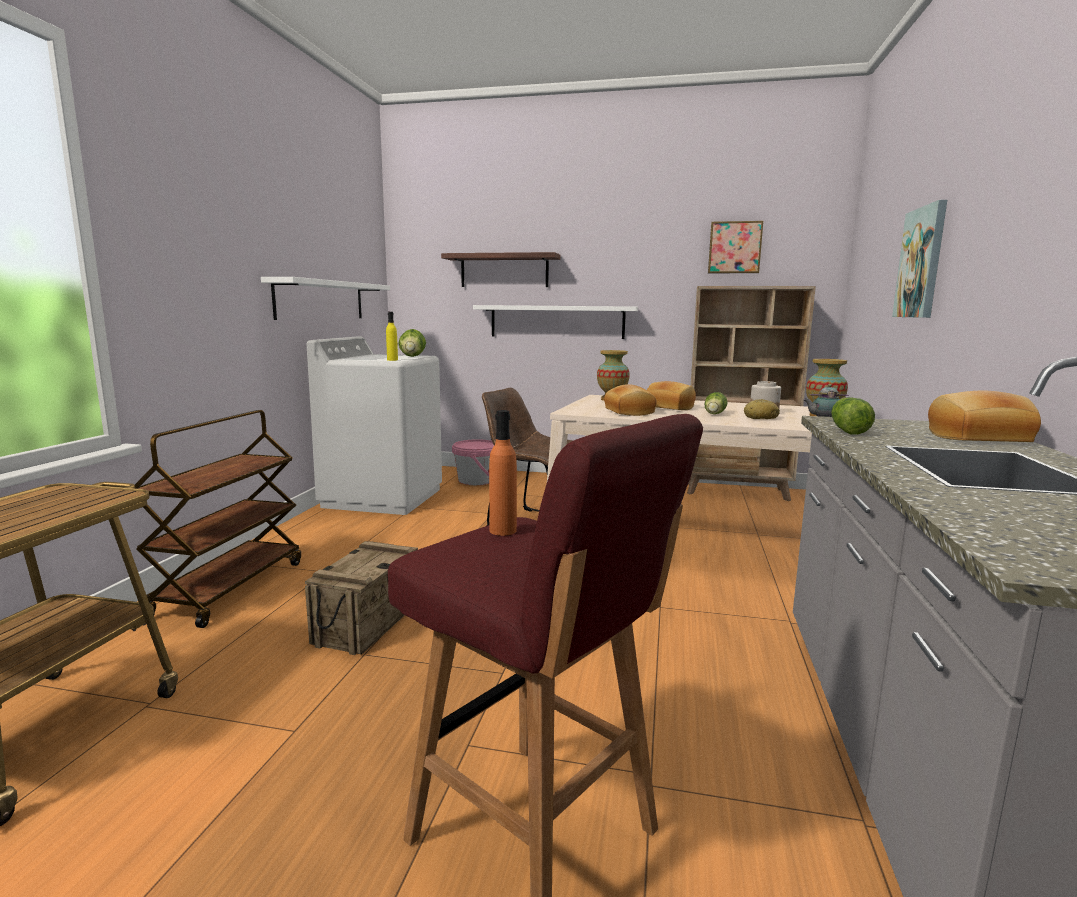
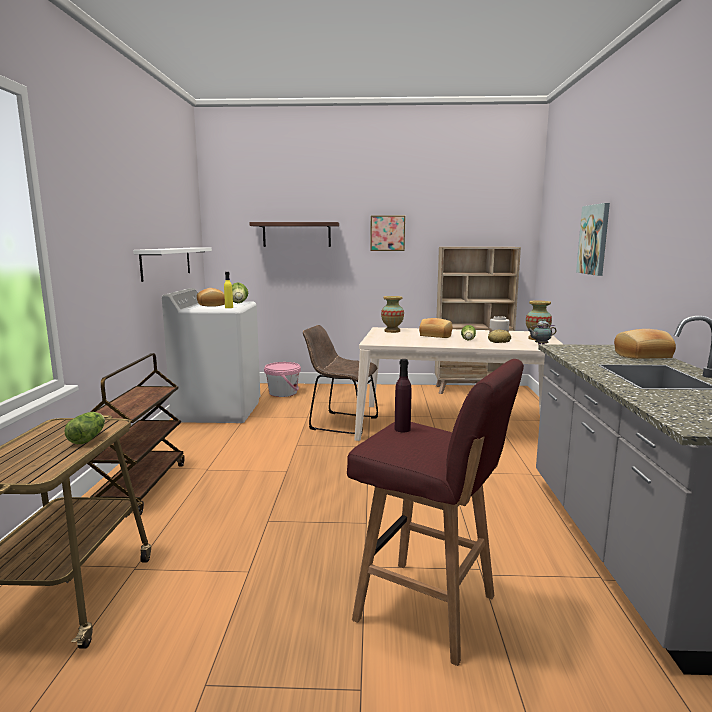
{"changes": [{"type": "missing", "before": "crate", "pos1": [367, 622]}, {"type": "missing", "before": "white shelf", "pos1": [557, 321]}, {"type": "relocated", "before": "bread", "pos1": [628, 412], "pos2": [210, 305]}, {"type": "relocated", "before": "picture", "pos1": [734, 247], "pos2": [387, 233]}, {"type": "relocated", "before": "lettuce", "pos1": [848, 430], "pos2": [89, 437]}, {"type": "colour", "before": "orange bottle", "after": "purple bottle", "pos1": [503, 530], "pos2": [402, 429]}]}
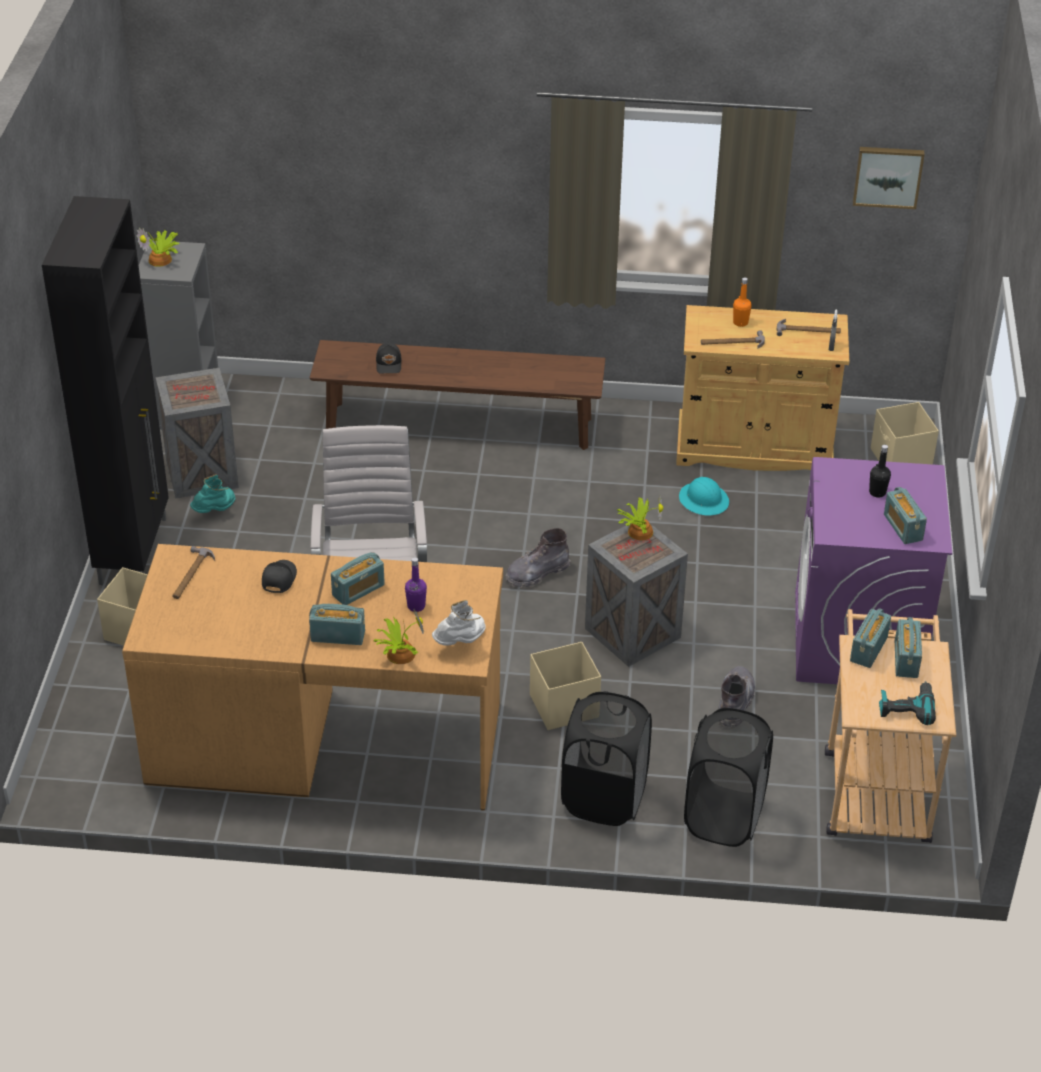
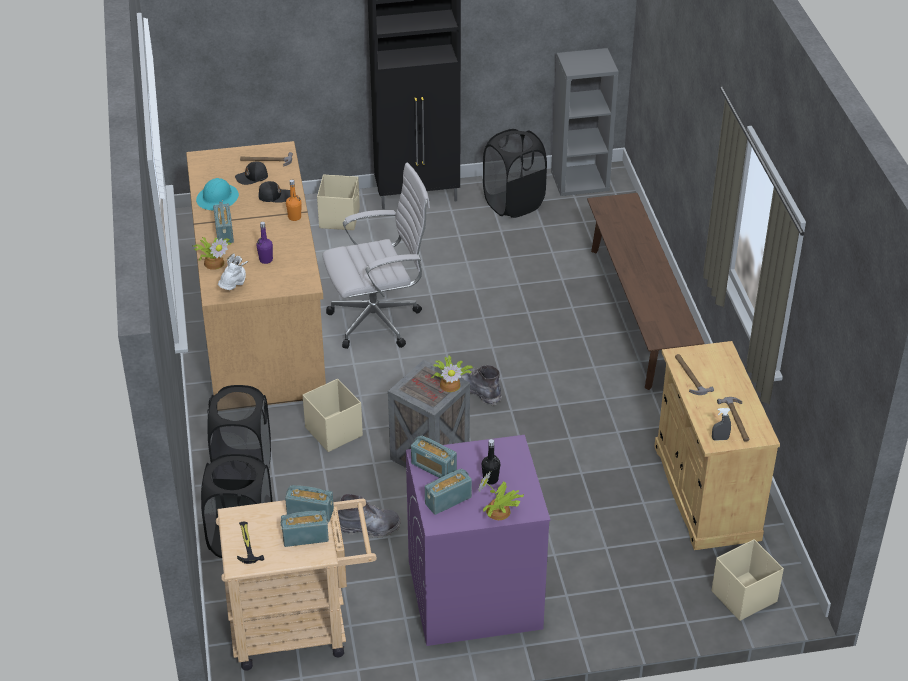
{"changes": [{"type": "missing", "before": "turquoise boot", "pos1": [215, 510]}, {"type": "missing", "before": "picture", "pos1": [887, 176]}, {"type": "relocated", "before": "potted plant", "pos1": [161, 260], "pos2": [499, 512]}, {"type": "relocated", "before": "radio", "pos1": [358, 590], "pos2": [433, 467]}, {"type": "relocated", "before": "black cap", "pos1": [389, 364], "pos2": [252, 177]}, {"type": "relocated", "before": "turquoise hard hat", "pos1": [704, 500], "pos2": [218, 198]}, {"type": "relocated", "before": "orange bottle", "pos1": [740, 322], "pos2": [294, 217]}, {"type": "exchanged", "before": "crate", "after": "black laundry basket", "pos1": [200, 473], "pos2": [513, 203]}, {"type": "exchanged", "before": "power drill", "after": "hammer", "pos1": [906, 707], "pos2": [247, 543]}, {"type": "spun", "before": "white boot", "pos1": [461, 642], "pos2": [234, 287], "turn": -105}]}
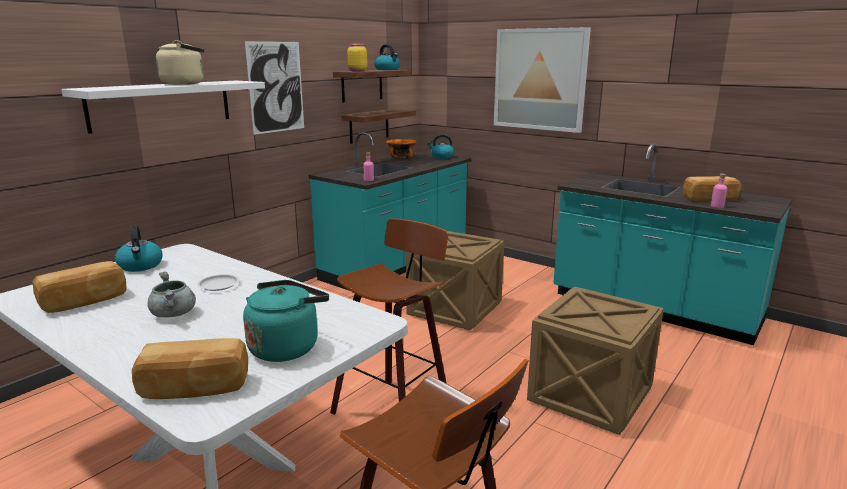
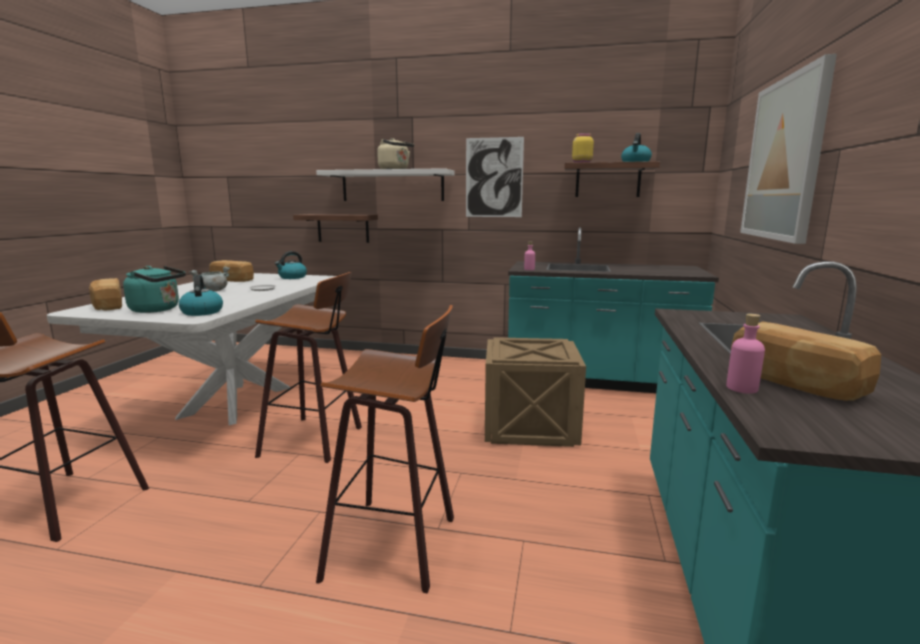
{"changes": [{"type": "missing", "before": "orange bowl", "pos1": [401, 157]}, {"type": "relocated", "before": "shelf", "pos1": [369, 126], "pos2": [343, 228]}, {"type": "relocated", "before": "kettle", "pos1": [441, 157], "pos2": [202, 312]}, {"type": "exchanged", "before": "crate", "after": "stool", "pos1": [591, 394], "pos2": [397, 544]}]}
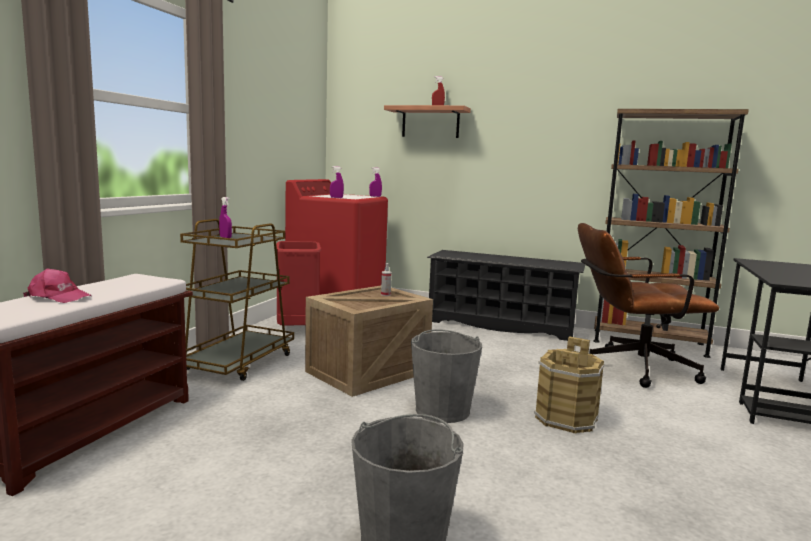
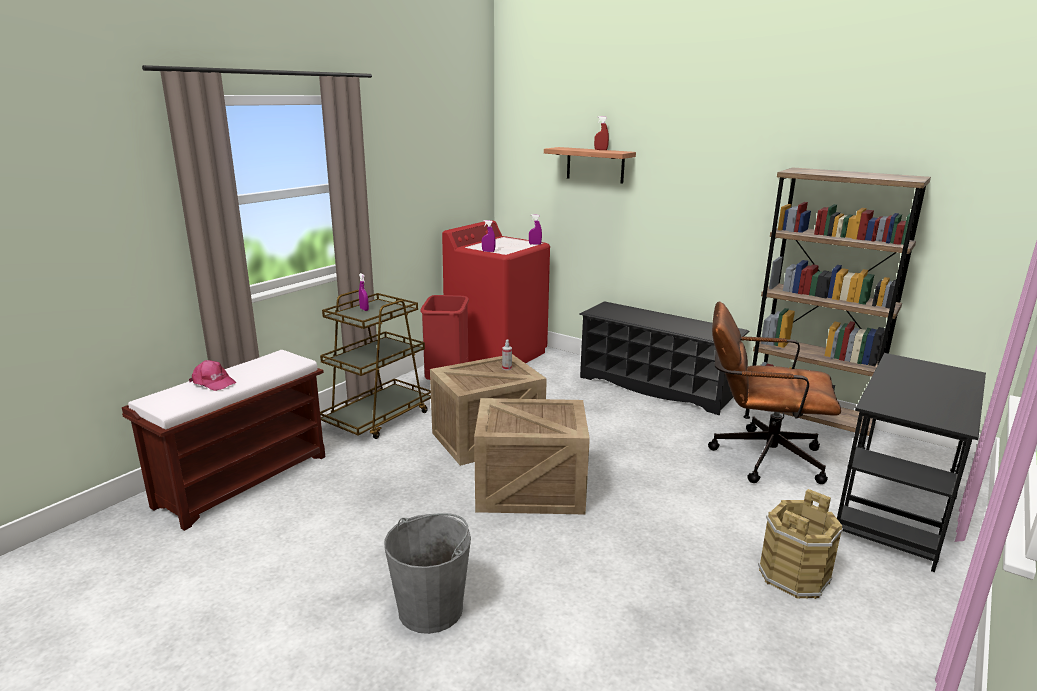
{"changes": [{"type": "relocated", "before": "brown bucket", "pos1": [566, 419], "pos2": [794, 576]}, {"type": "exchanged", "before": "grey bucket", "after": "crate", "pos1": [442, 410], "pos2": [532, 489]}]}
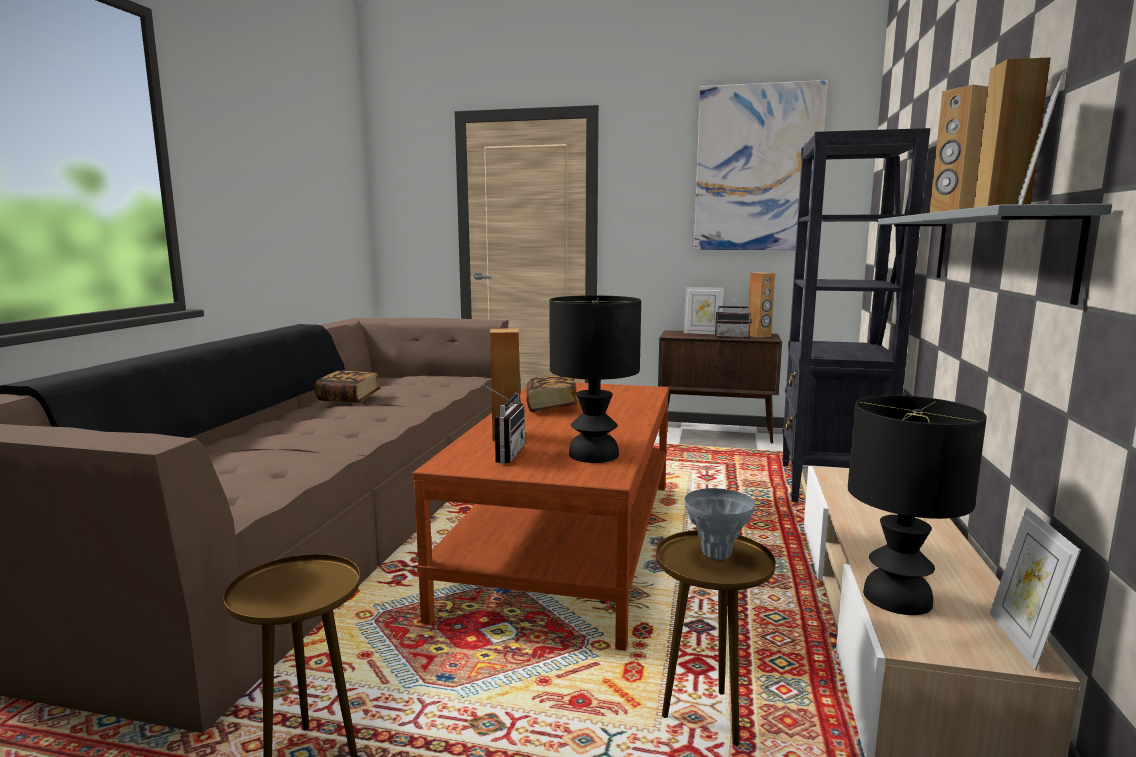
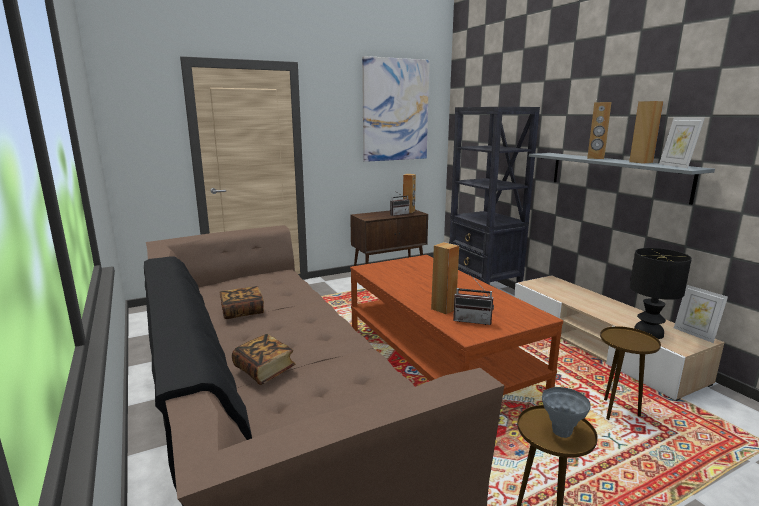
{"changes": [{"type": "missing", "before": "black table lamp", "pos1": [593, 454]}, {"type": "missing", "before": "picture frame", "pos1": [702, 333]}, {"type": "relocated", "before": "book", "pos1": [551, 407], "pos2": [264, 370]}, {"type": "relocated", "before": "grey vase", "pos1": [716, 554], "pos2": [561, 432]}, {"type": "spun", "before": "radio", "pos1": [503, 454], "pos2": [473, 320], "turn": 135}]}
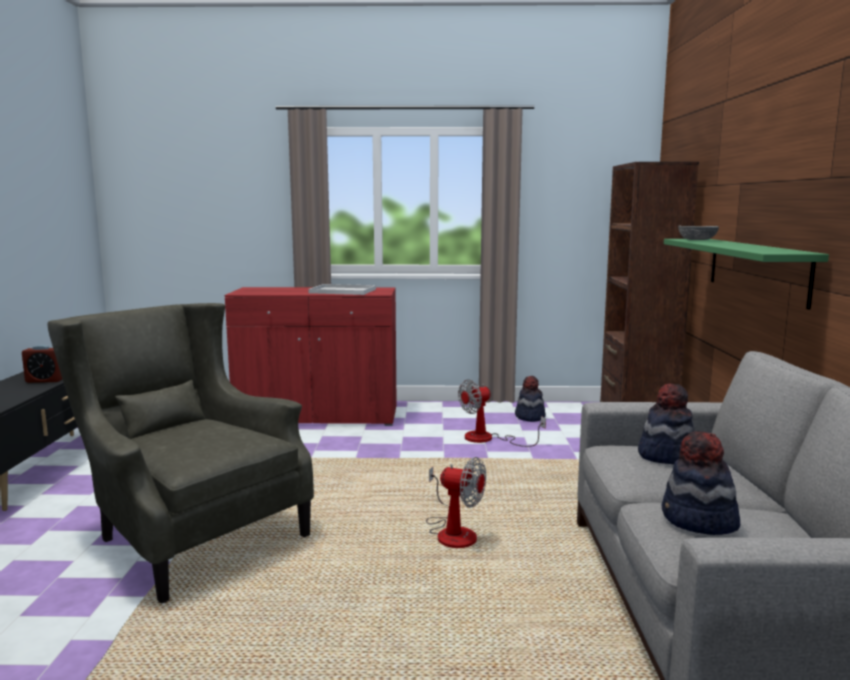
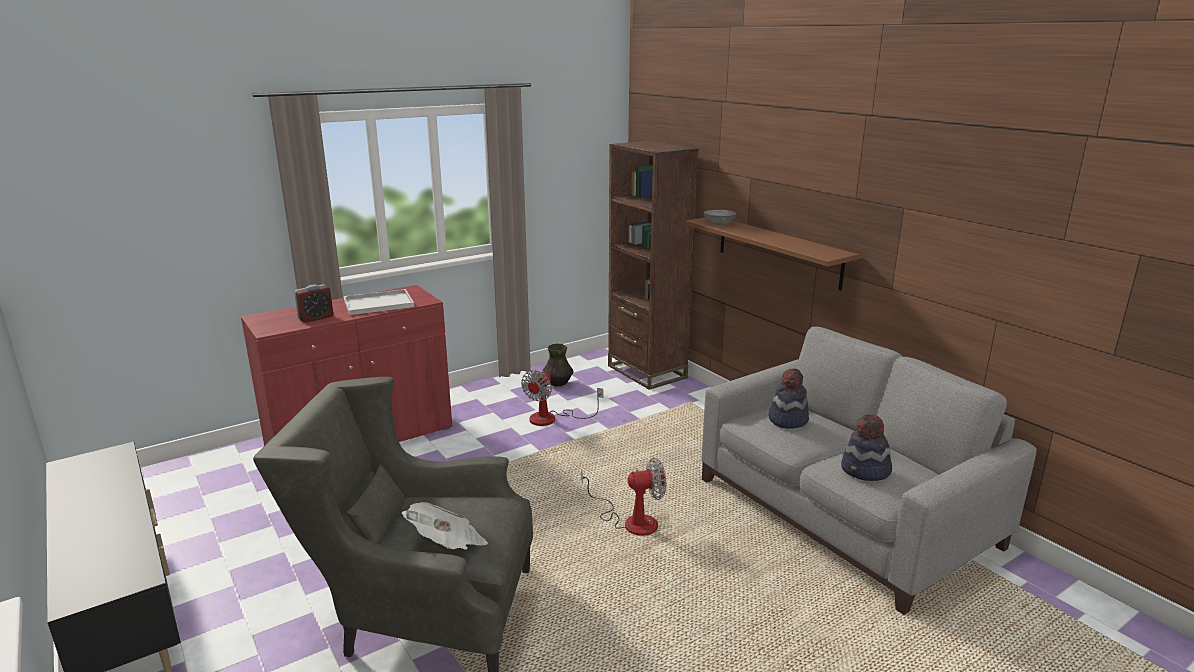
{"changes": [{"type": "appeared", "after": "newspaper", "pos2": [447, 544]}, {"type": "relocated", "before": "alarm clock", "pos1": [45, 380], "pos2": [316, 318]}, {"type": "exchanged", "before": "hat", "after": "vase", "pos1": [529, 417], "pos2": [557, 383]}, {"type": "colour", "before": "green shelf", "after": "brown shelf", "pos1": [756, 269], "pos2": [778, 251]}]}
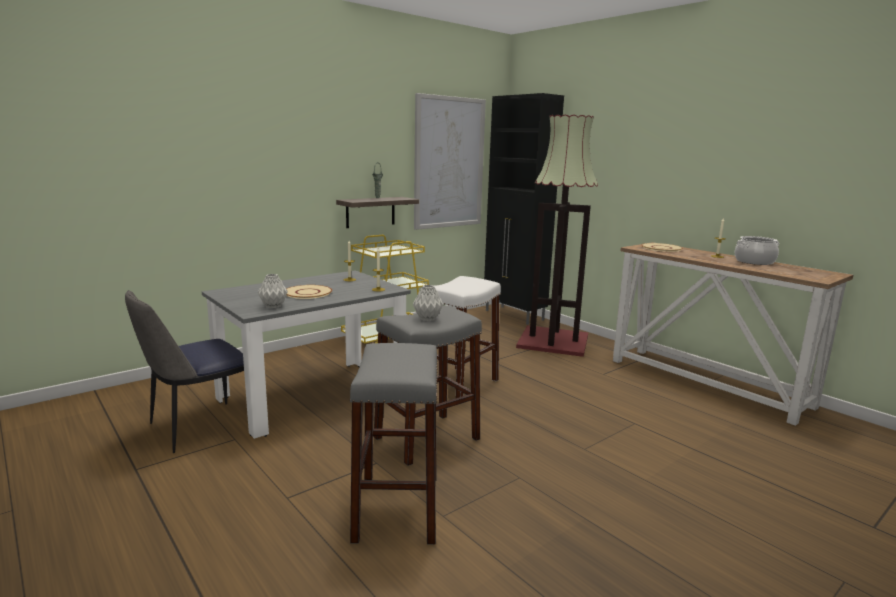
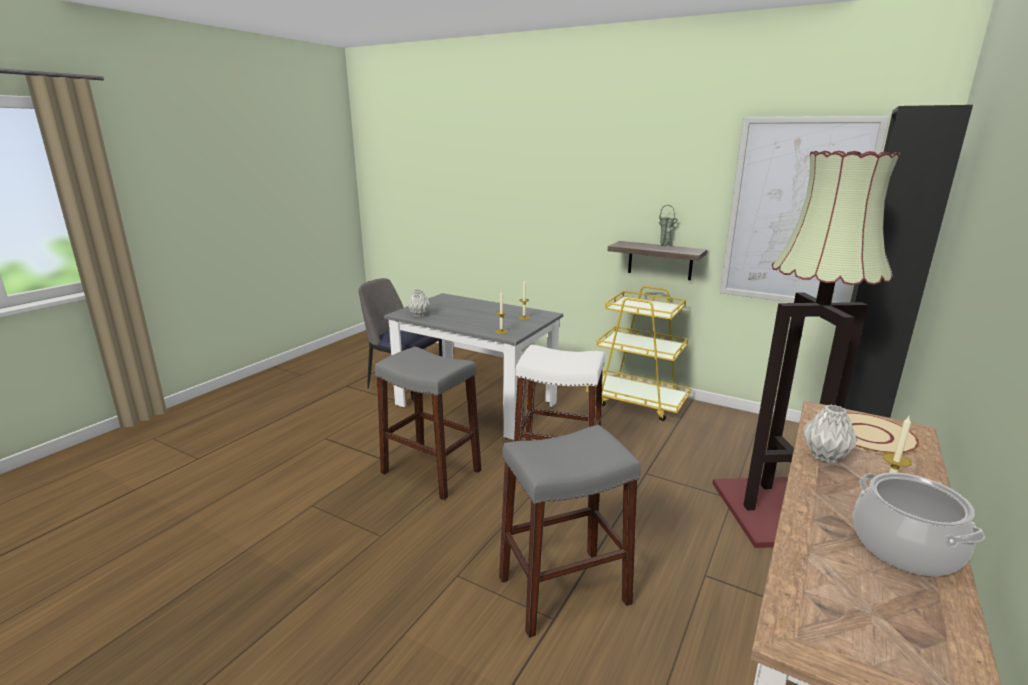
{"changes": [{"type": "missing", "before": "beige plate", "pos1": [307, 293]}, {"type": "relocated", "before": "grey stool", "pos1": [397, 508], "pos2": [563, 590]}, {"type": "relocated", "before": "grey vase", "pos1": [427, 318], "pos2": [824, 456]}]}
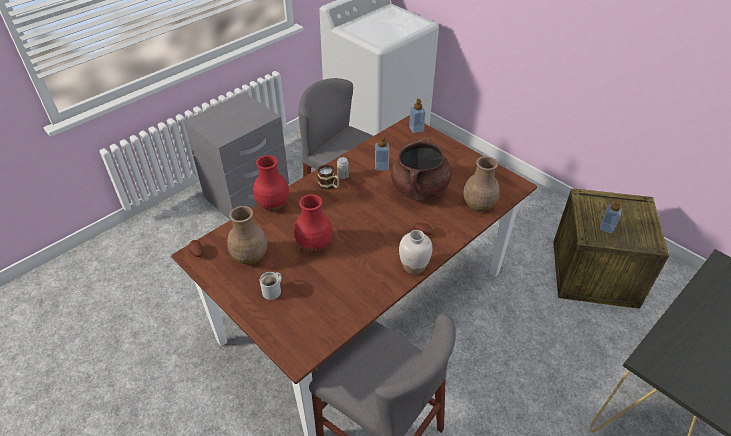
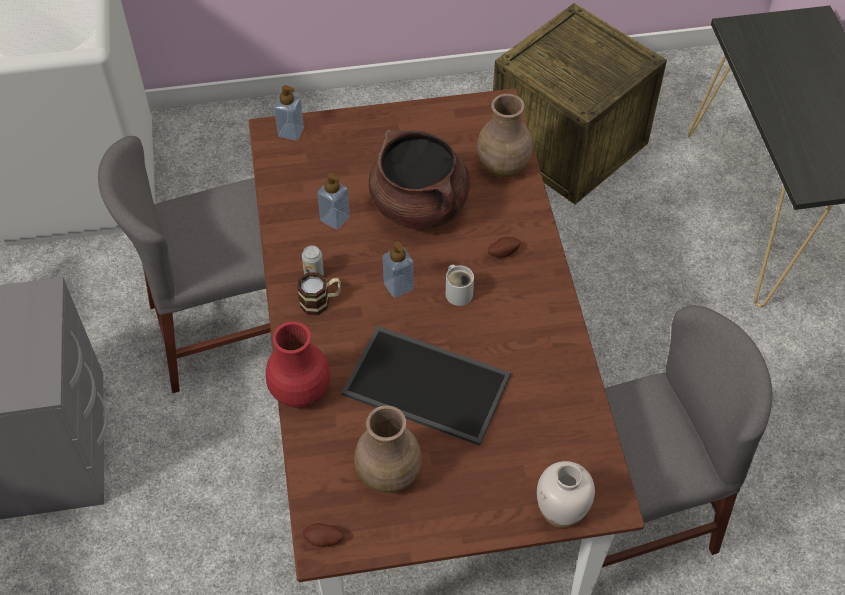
{"changes": [{"type": "relocated", "before": "white mug", "pos1": [273, 291], "pos2": [459, 292]}, {"type": "relocated", "before": "white vase", "pos1": [413, 267], "pos2": [561, 512]}, {"type": "relocated", "before": "soap dispenser", "pos1": [606, 228], "pos2": [398, 286]}, {"type": "exchanged", "before": "red vase", "after": "tray", "pos1": [315, 245], "pos2": [429, 383]}]}
